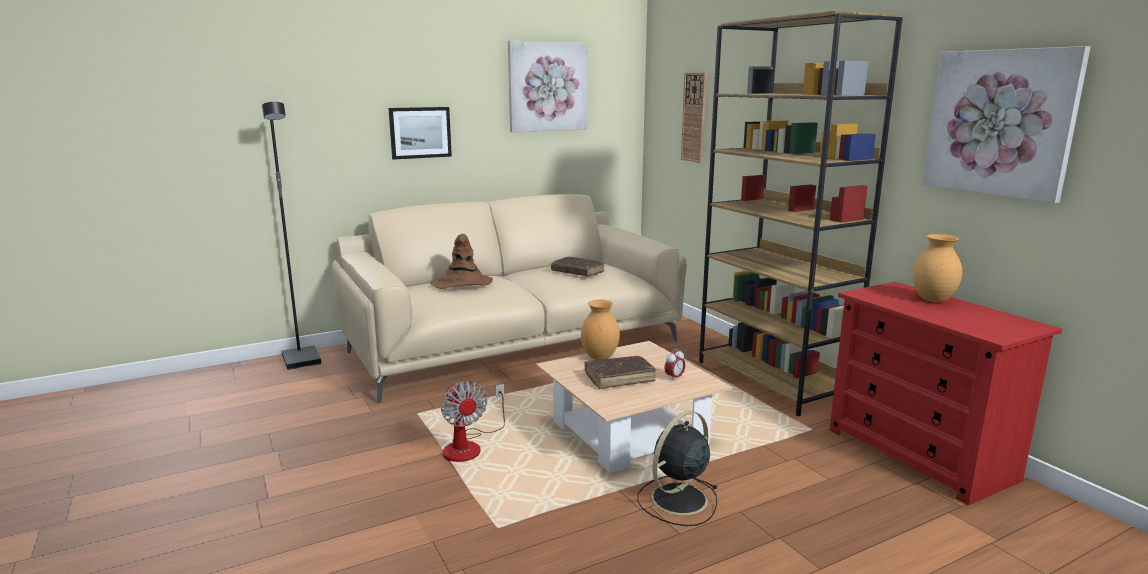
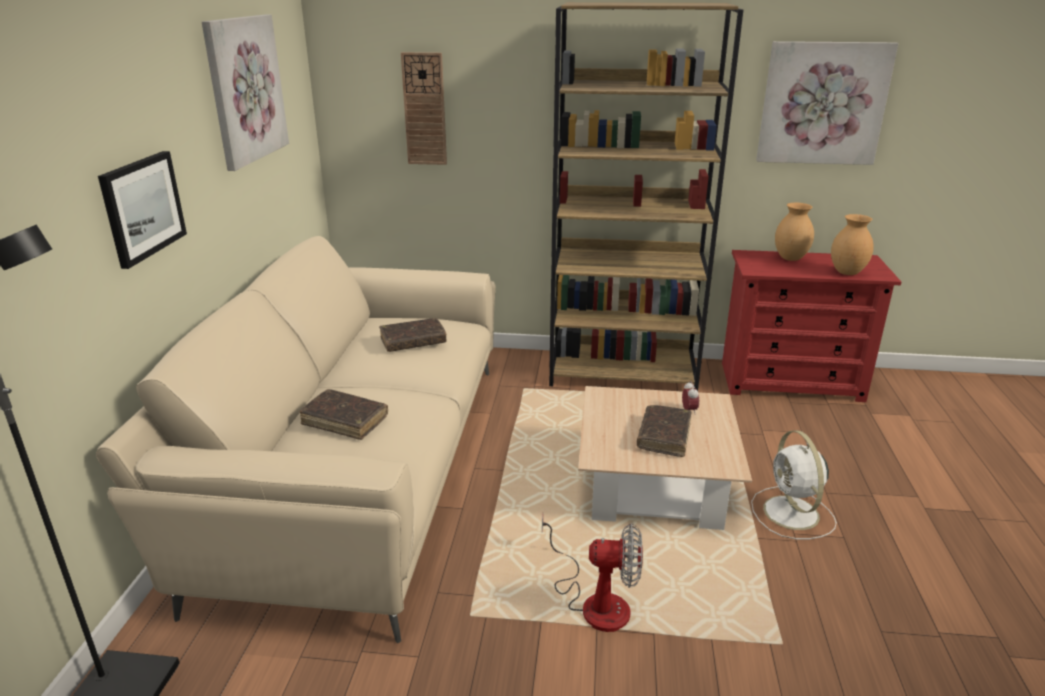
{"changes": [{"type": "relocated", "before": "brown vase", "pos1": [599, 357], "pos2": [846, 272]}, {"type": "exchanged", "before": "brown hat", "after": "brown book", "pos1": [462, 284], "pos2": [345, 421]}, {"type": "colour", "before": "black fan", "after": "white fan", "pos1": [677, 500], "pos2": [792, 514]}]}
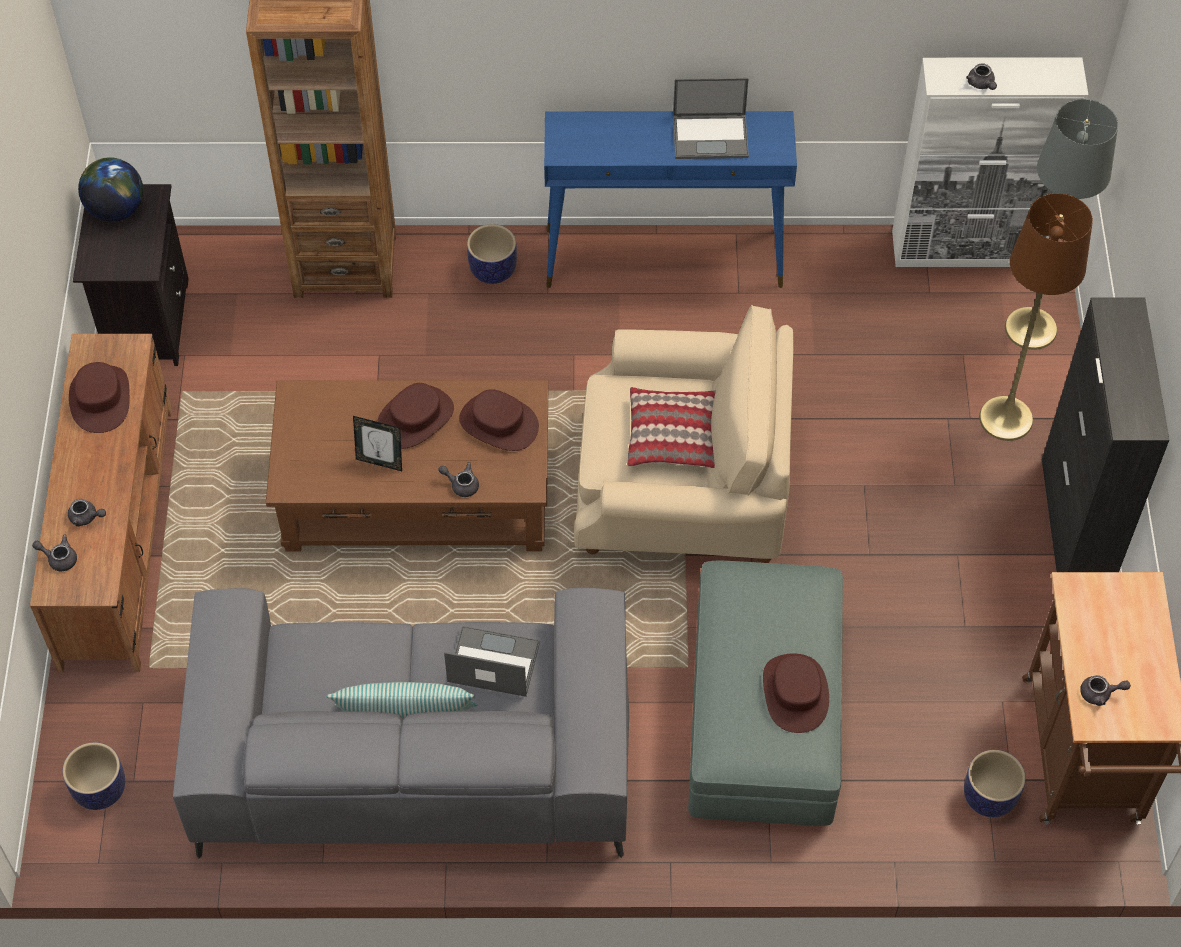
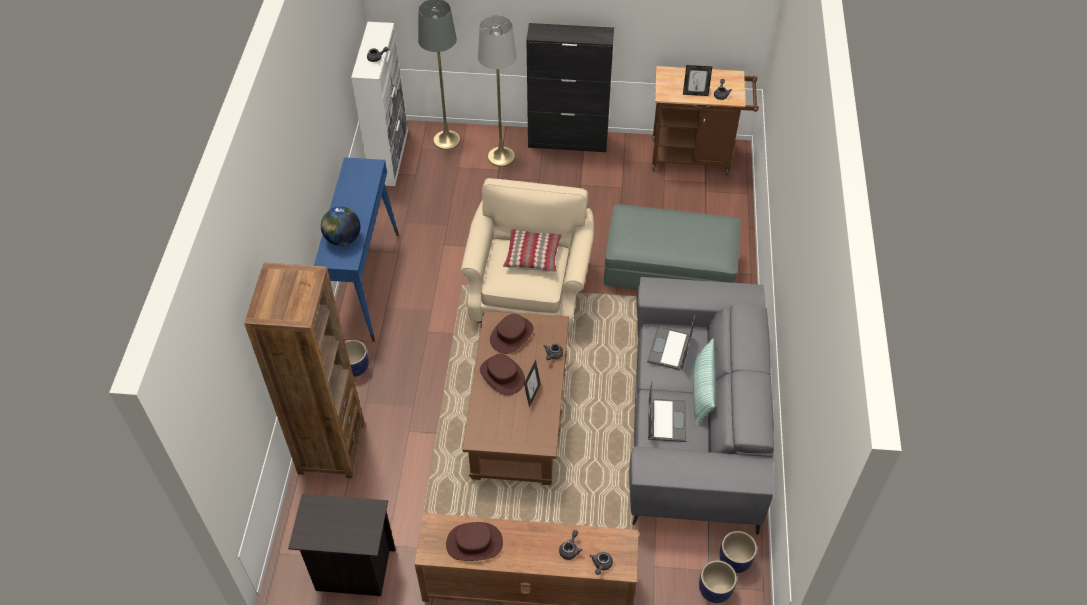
{"changes": [{"type": "missing", "before": "brown hat", "pos1": [795, 693]}, {"type": "appeared", "after": "picture frame", "pos2": [695, 93]}, {"type": "relocated", "before": "globe", "pos1": [116, 209], "pos2": [343, 239]}, {"type": "relocated", "before": "laptop", "pos1": [711, 136], "pos2": [666, 420]}, {"type": "relocated", "before": "planter", "pos1": [990, 797], "pos2": [734, 560]}, {"type": "colour", "before": "brown floor lamp", "after": "grey floor lamp", "pos1": [1006, 418], "pos2": [501, 156]}]}
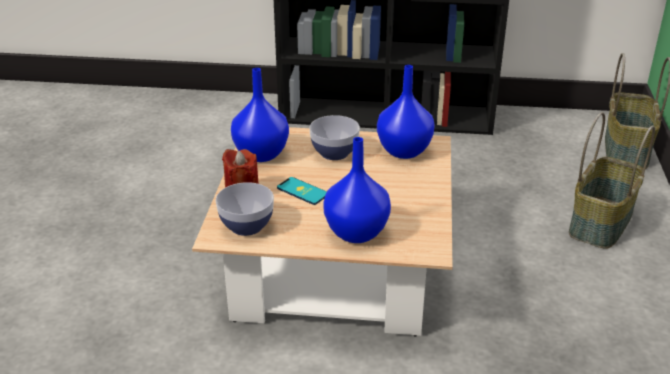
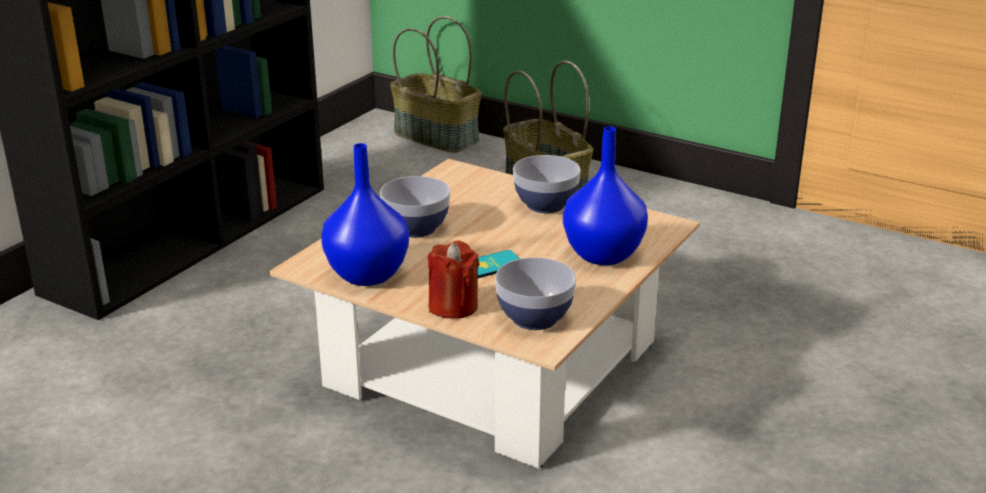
{"changes": [{"type": "missing", "before": "blue vase", "pos1": [402, 151]}, {"type": "appeared", "after": "bowl", "pos2": [545, 204]}]}
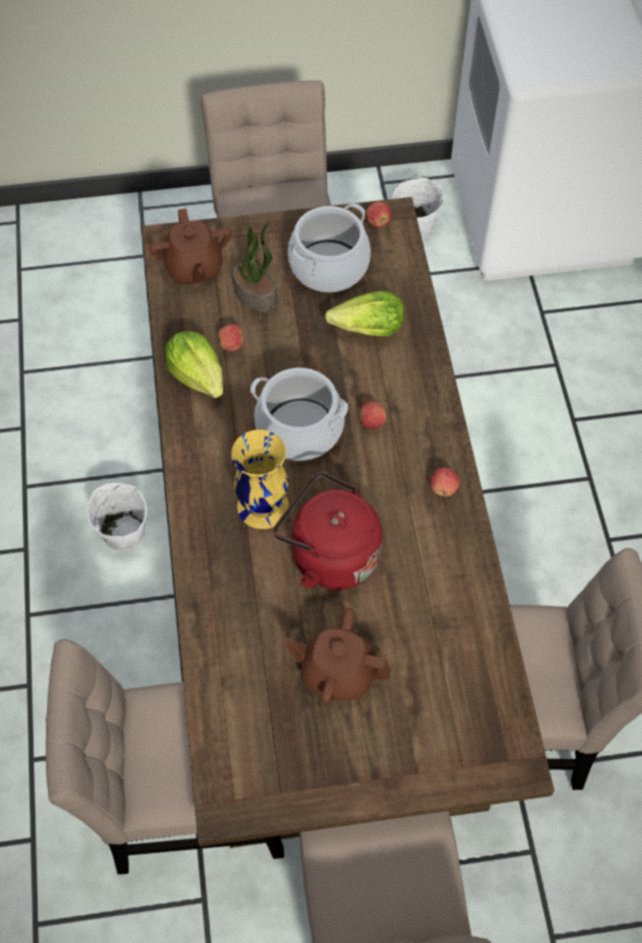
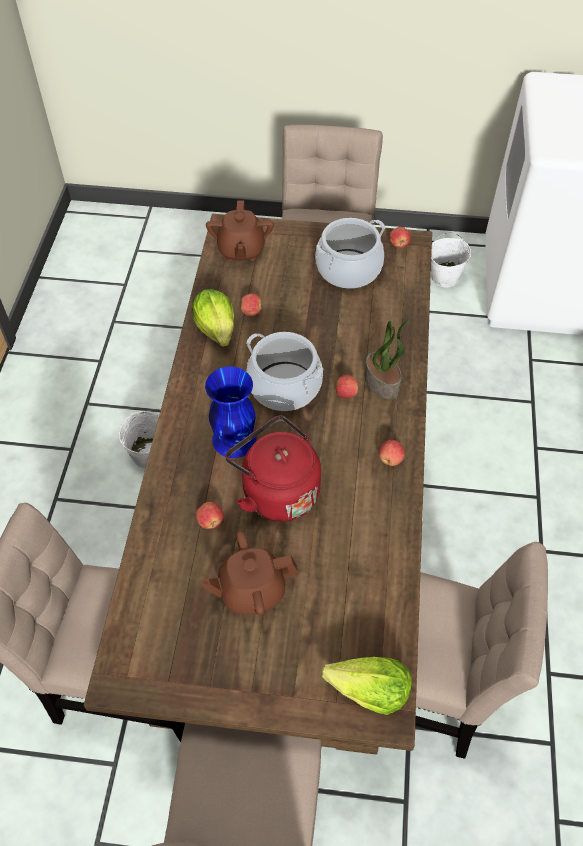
{"changes": [{"type": "appeared", "after": "apple", "pos2": [210, 521]}, {"type": "relocated", "before": "potted plant", "pos1": [256, 295], "pos2": [382, 382]}, {"type": "relocated", "before": "lettuce", "pos1": [368, 329], "pos2": [369, 690]}, {"type": "colour", "before": "yellow vase", "after": "blue vase", "pos1": [262, 505], "pos2": [234, 438]}, {"type": "spun", "before": "brown teapot", "pos1": [337, 672], "pos2": [251, 590], "turn": -45}]}
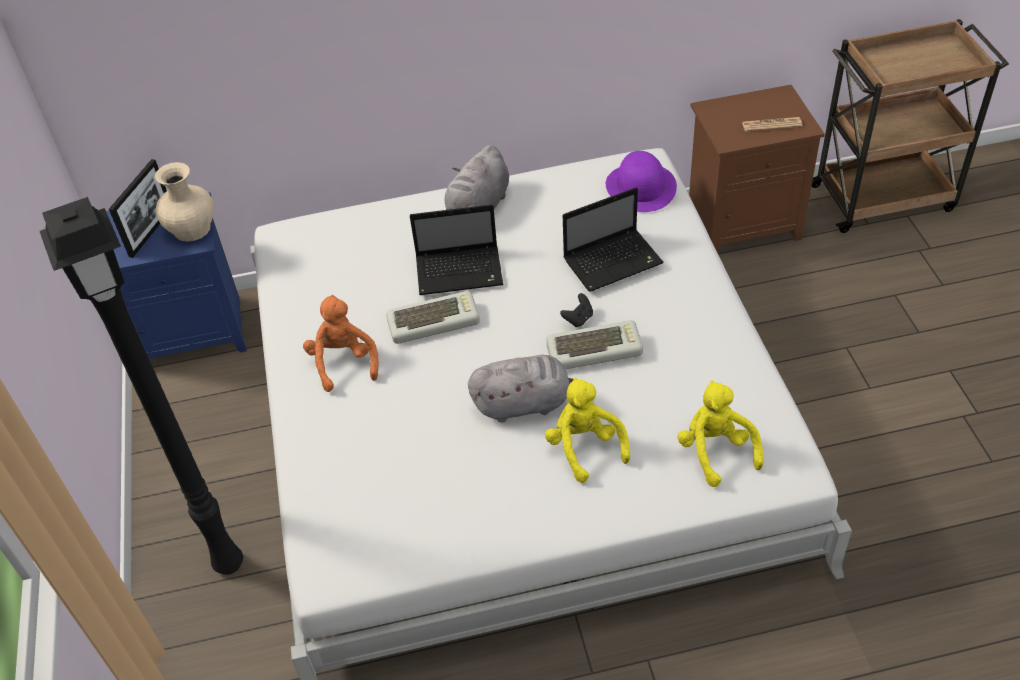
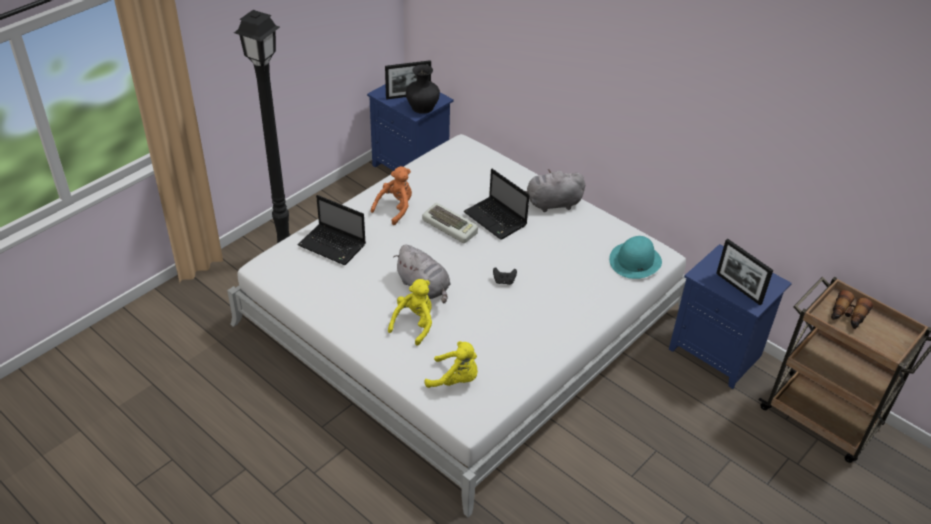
{"changes": [{"type": "missing", "before": "keyboard", "pos1": [595, 349]}, {"type": "appeared", "after": "binoculars", "pos2": [847, 316]}, {"type": "relocated", "before": "laptop", "pos1": [614, 261], "pos2": [333, 245]}, {"type": "exchanged", "before": "newspaper", "after": "picture frame", "pos1": [771, 125], "pos2": [738, 288]}, {"type": "colour", "before": "beige vase", "after": "black vase", "pos1": [192, 229], "pos2": [422, 107]}, {"type": "colour", "before": "purple hat", "after": "turquoise hat", "pos1": [641, 187], "pos2": [635, 261]}, {"type": "colour", "before": "brown nightstand", "after": "blue nightstand", "pos1": [743, 223], "pos2": [717, 353]}, {"type": "spun", "before": "yellow plush toy", "pos1": [716, 451], "pos2": [455, 379], "turn": 75}]}
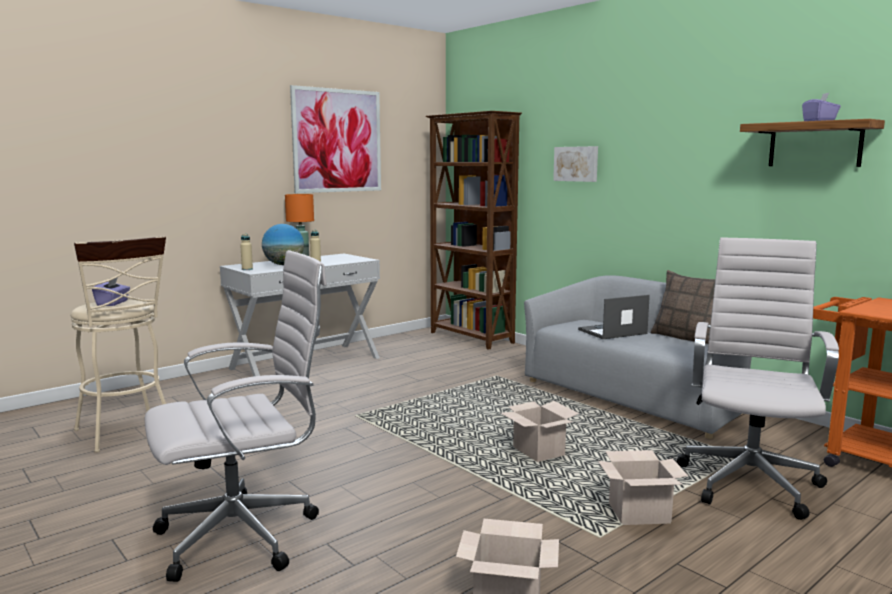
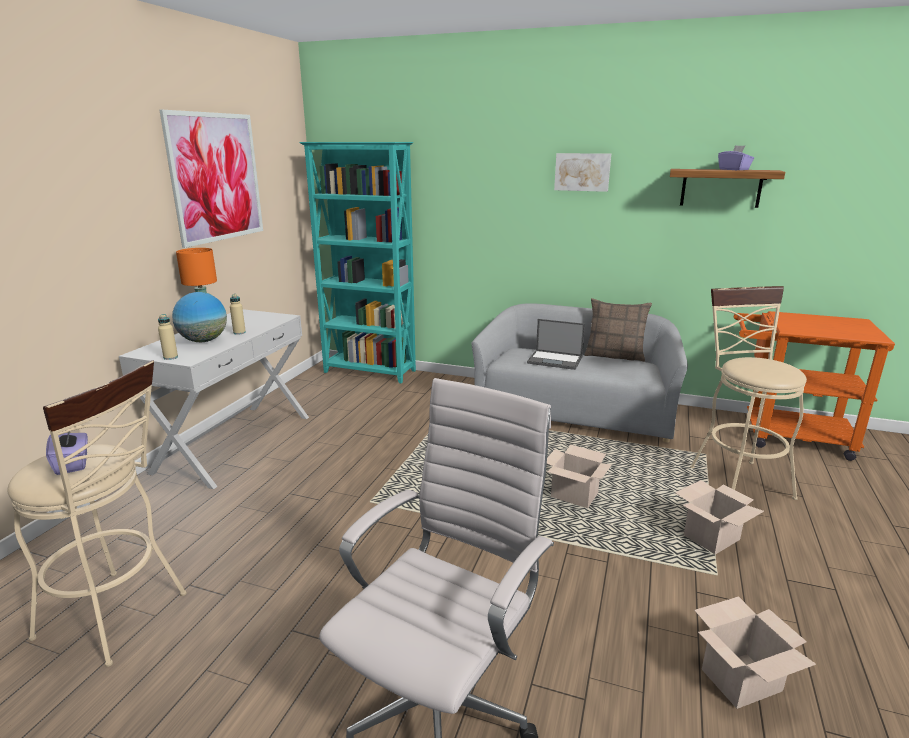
{"changes": [{"type": "relocated", "before": "picture", "pos1": [576, 164], "pos2": [582, 172]}, {"type": "exchanged", "before": "white office chair", "after": "beige stool", "pos1": [749, 481], "pos2": [735, 478]}, {"type": "colour", "before": "brown bookcase", "after": "turquoise bookcase", "pos1": [471, 338], "pos2": [370, 372]}, {"type": "spun", "before": "laptop", "pos1": [612, 332], "pos2": [555, 360], "turn": -105}]}
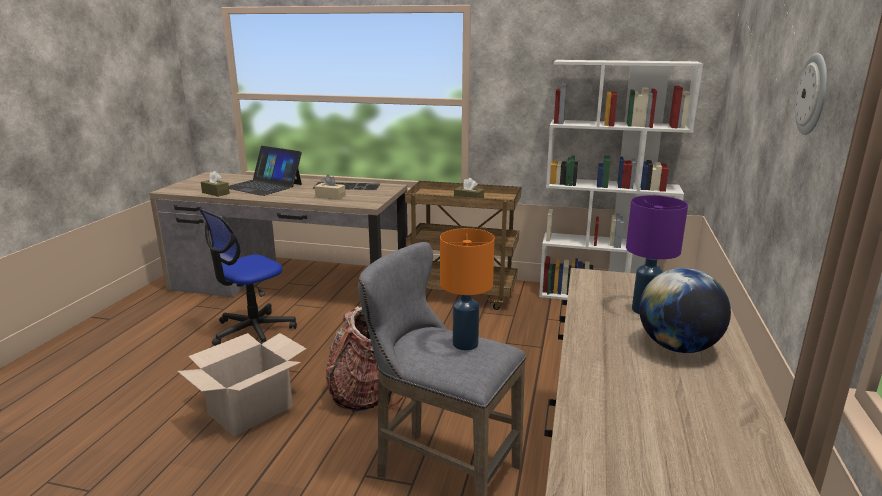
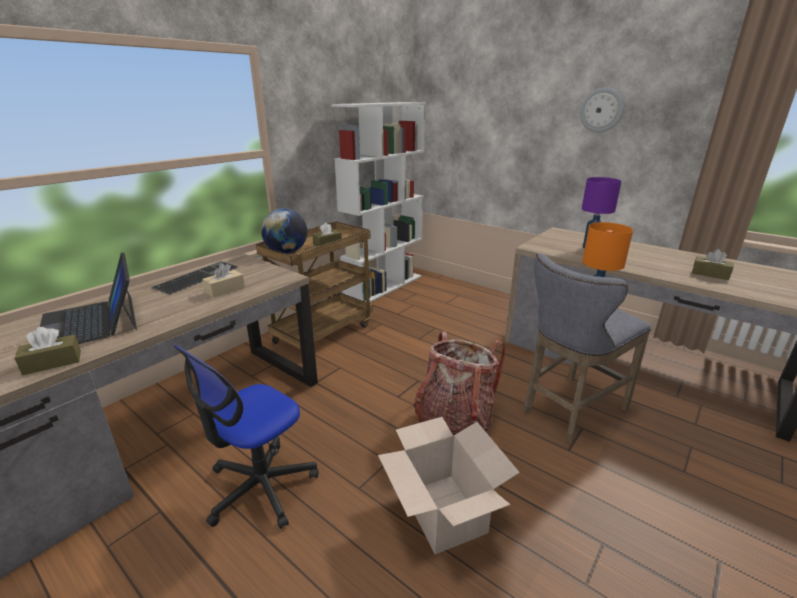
{"changes": [{"type": "appeared", "after": "brown tissue box", "pos2": [710, 274]}, {"type": "relocated", "before": "globe", "pos1": [677, 347], "pos2": [286, 252]}, {"type": "spun", "before": "office chair", "pos1": [253, 331], "pos2": [261, 487], "turn": 60}, {"type": "spun", "before": "laptop", "pos1": [264, 186], "pos2": [91, 321], "turn": 90}]}
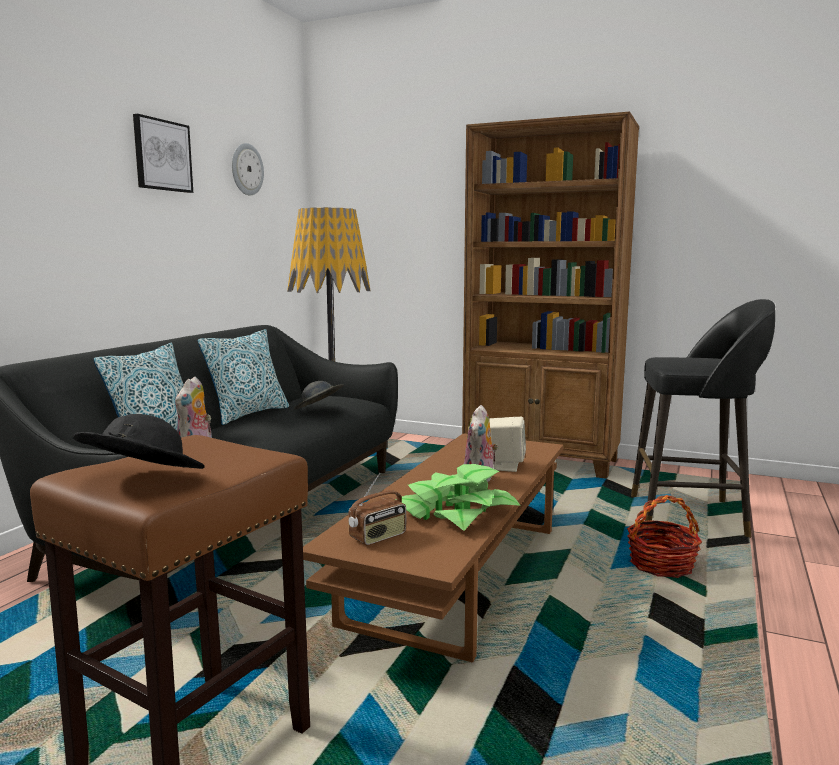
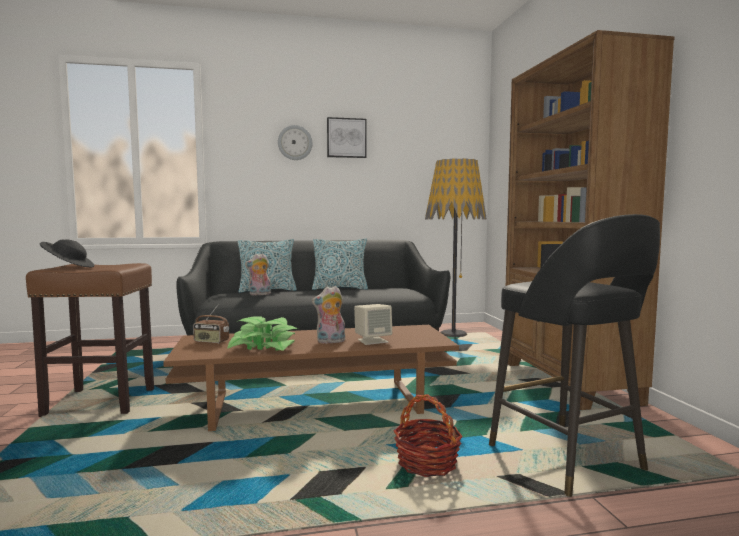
{"changes": [{"type": "missing", "before": "grey hat", "pos1": [319, 410]}, {"type": "relocated", "before": "wall clock", "pos1": [246, 169], "pos2": [295, 142]}]}
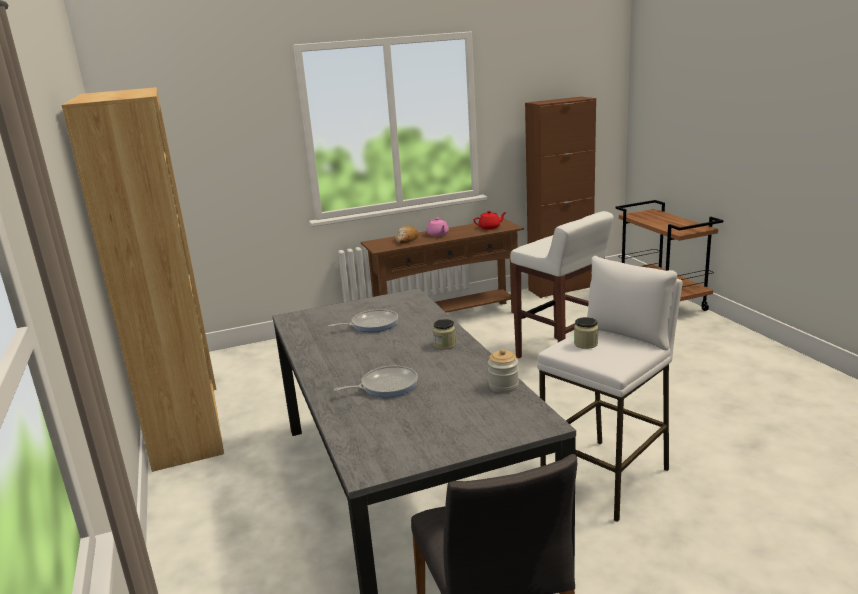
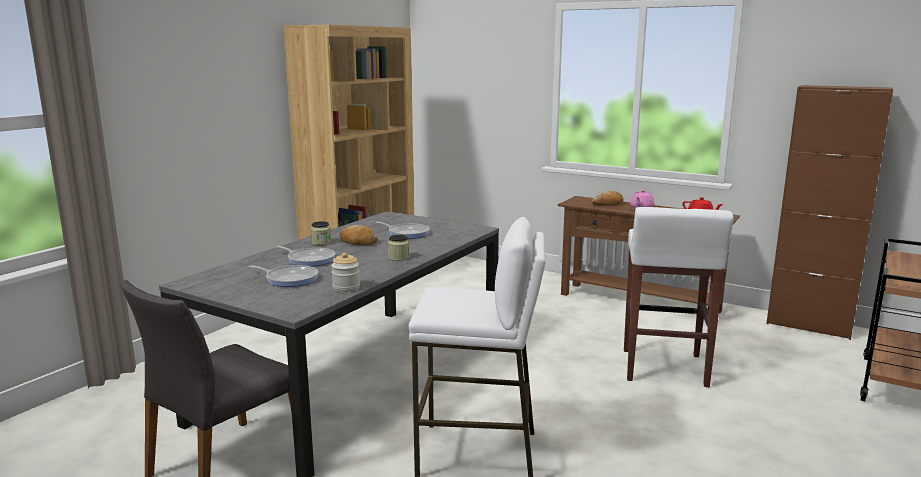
{"changes": [{"type": "appeared", "after": "frying pan", "pos2": [290, 279]}, {"type": "appeared", "after": "bread", "pos2": [357, 242]}, {"type": "relocated", "before": "jar", "pos1": [585, 344], "pos2": [321, 243]}]}
